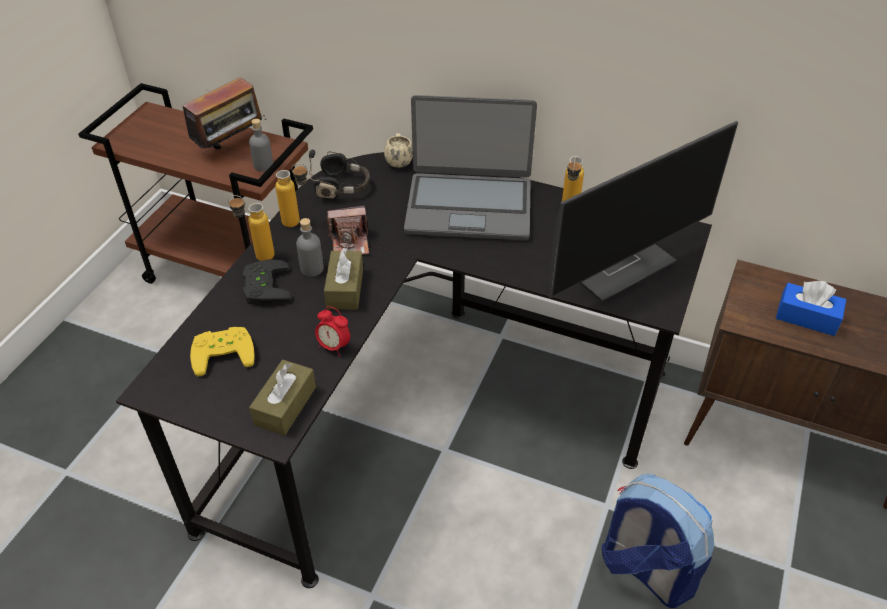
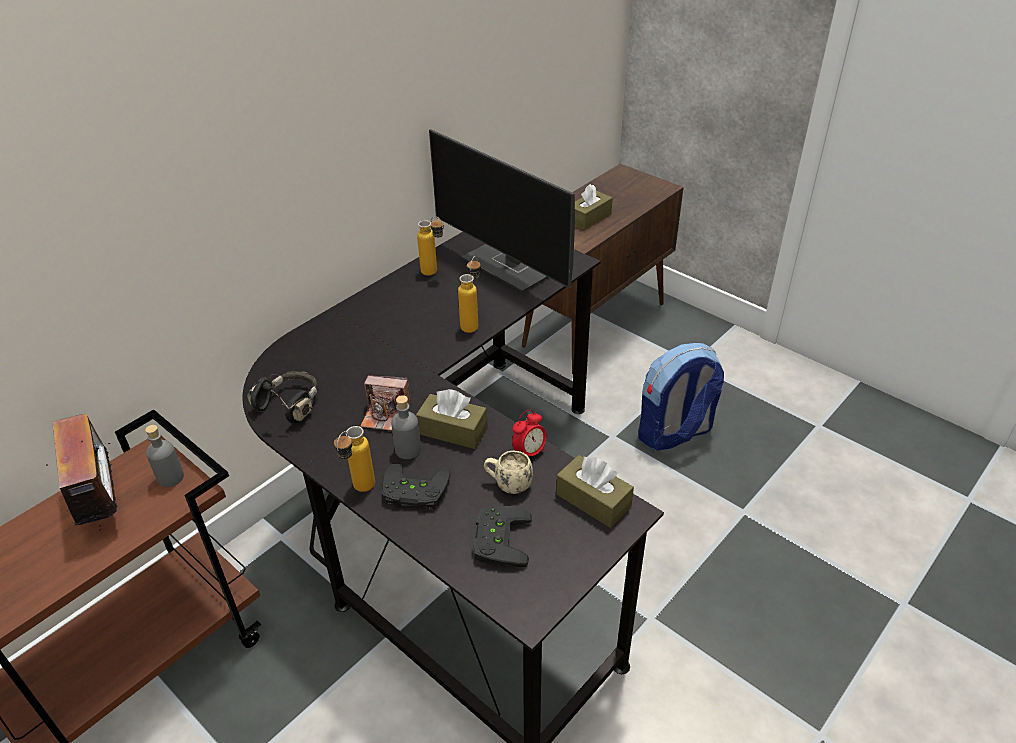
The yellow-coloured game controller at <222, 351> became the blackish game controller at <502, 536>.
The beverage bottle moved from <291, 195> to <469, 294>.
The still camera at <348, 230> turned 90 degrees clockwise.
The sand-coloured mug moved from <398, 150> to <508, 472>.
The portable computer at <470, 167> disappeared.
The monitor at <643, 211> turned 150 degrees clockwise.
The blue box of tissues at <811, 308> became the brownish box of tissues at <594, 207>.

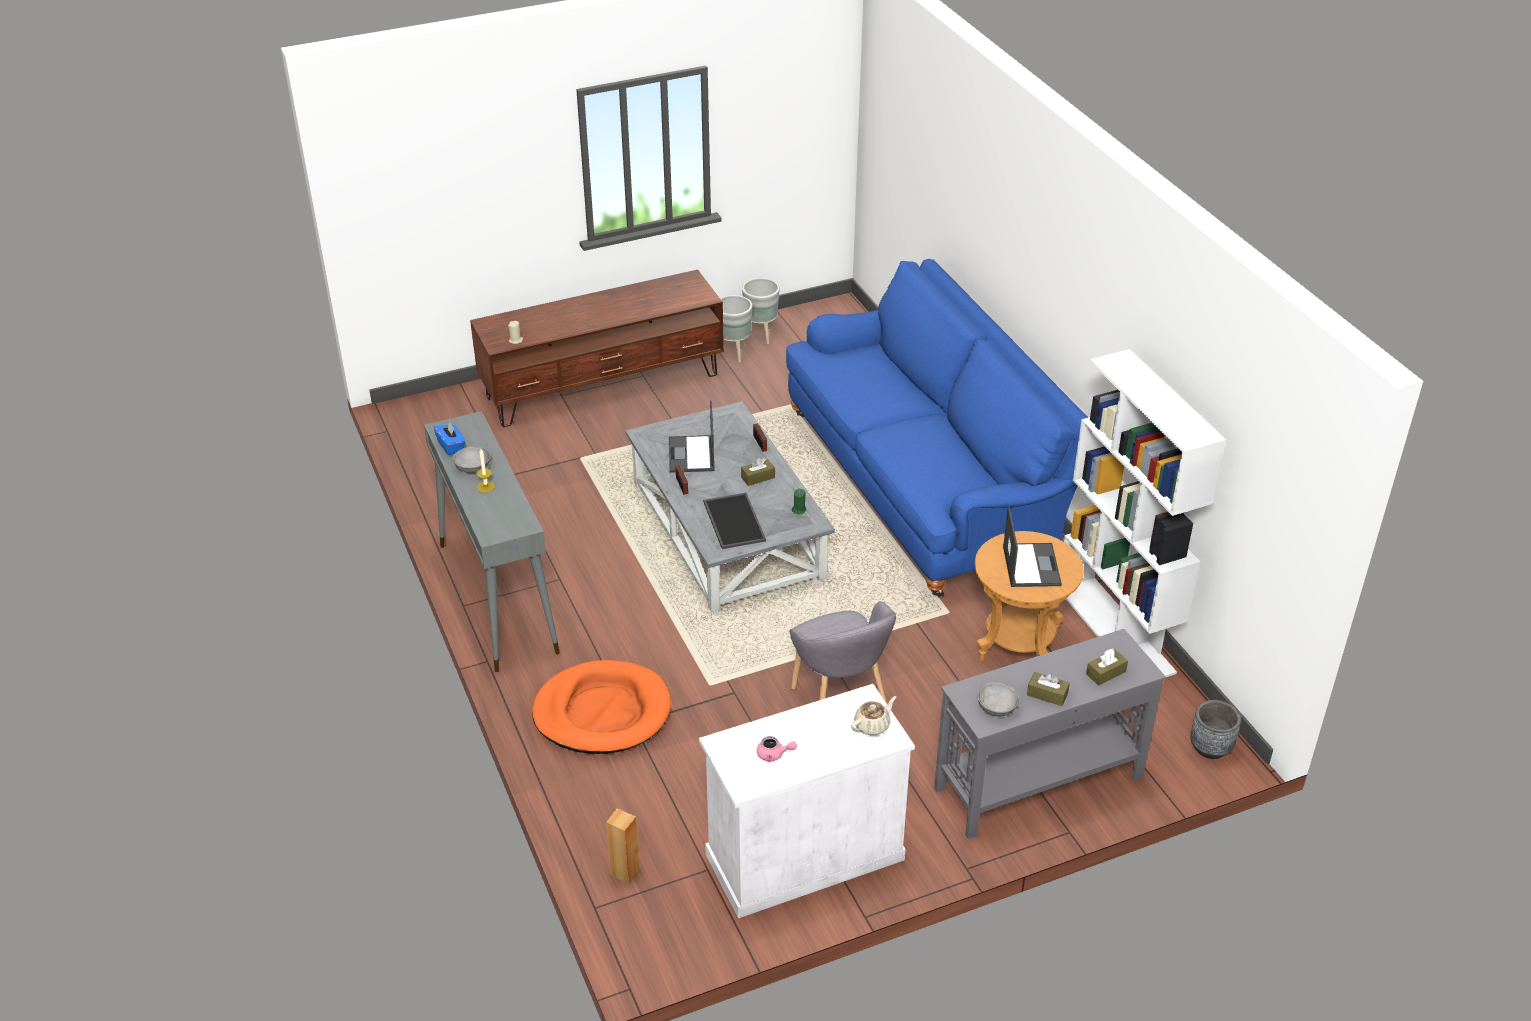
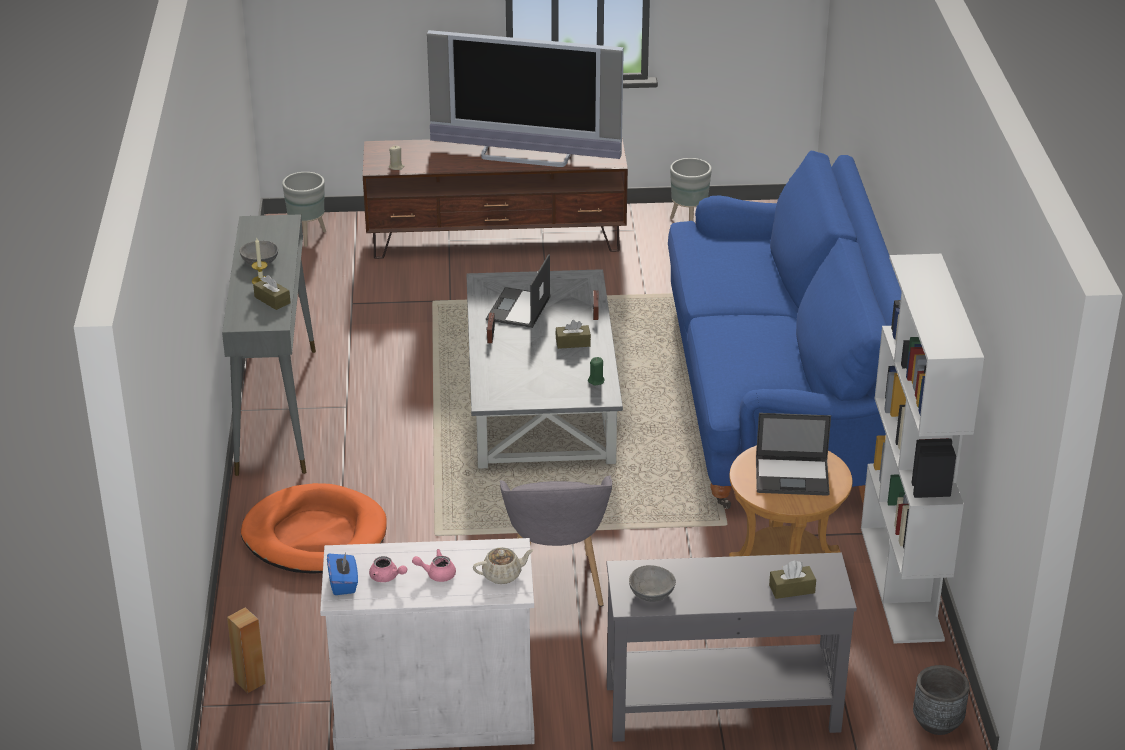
The blue box of tissues moved from <449, 438> to <342, 574>.
The carrying tray at <734, 521> disappeared.
The grey planter moved from <736, 329> to <304, 209>.
The portable computer at <1032, 547> turned 75 degrees clockwise.
The brownish box of tissues moved from <1048, 689> to <272, 292>.
The pink-coloured pot for tea at <434, 565> appeared.
The TV set at <525, 98> appeared.

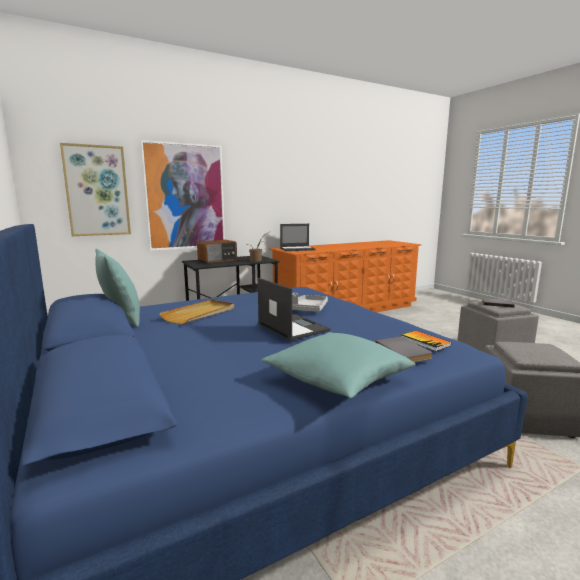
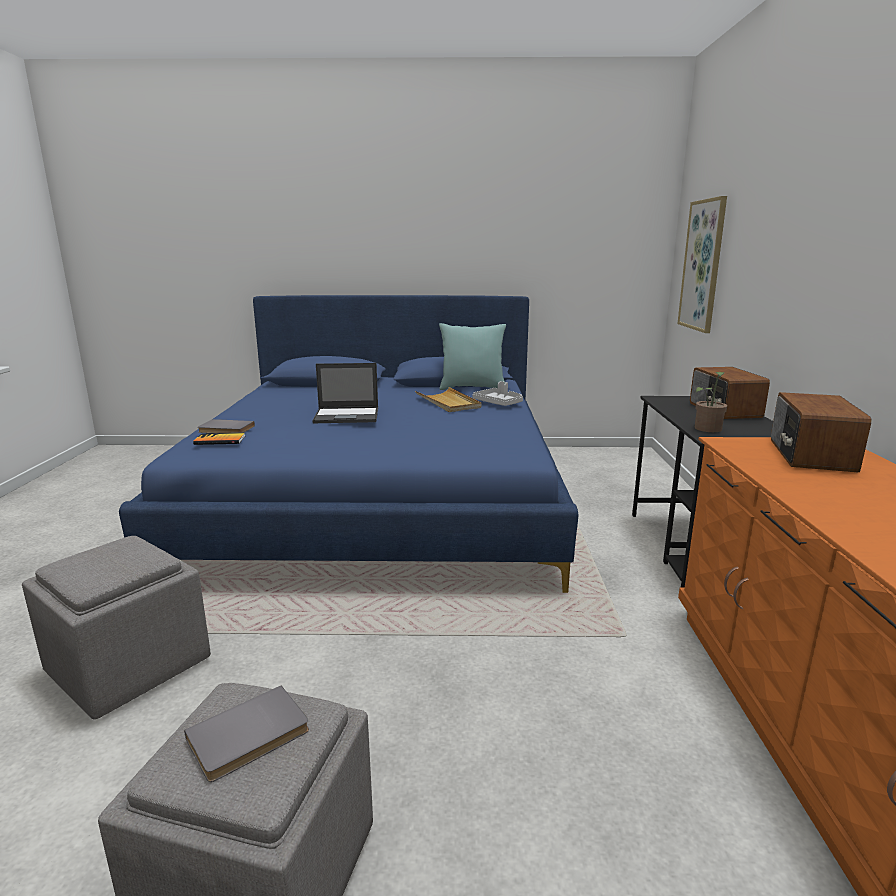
The picture at <182, 195> disappeared.
The blue-green throw pillow at <338, 365> disappeared.
The portable computer at <298, 237> was replaced by the radio receiver at <821, 432>.
The grey carrying tray moved from <310, 302> to <497, 393>.

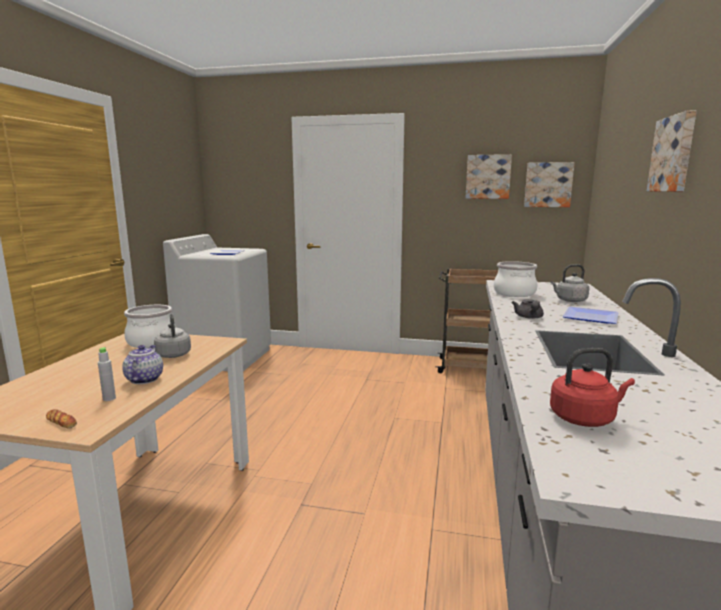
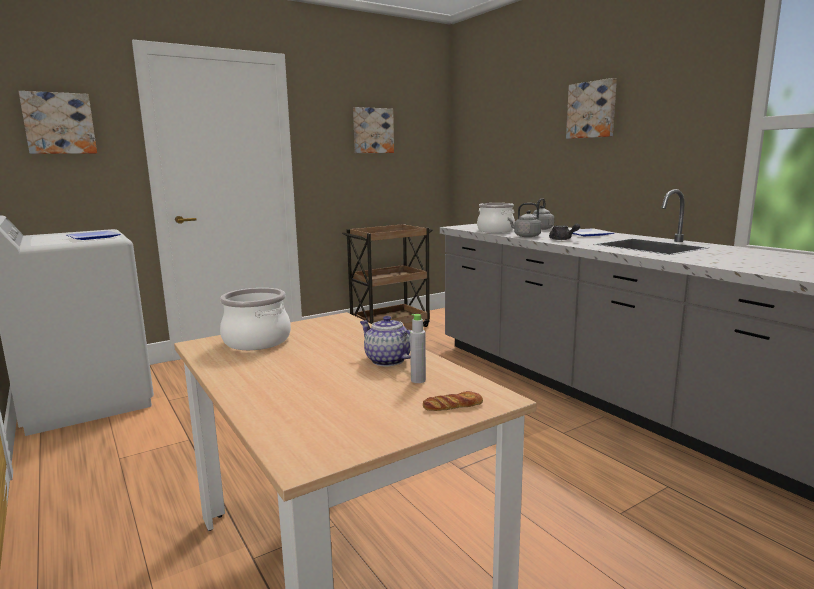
The grey tea kettle moved from <172, 336> to <525, 220>.
The picture moved from <549, 184> to <58, 122>.
The red-coloured tea kettle at <592, 387> disappeared.

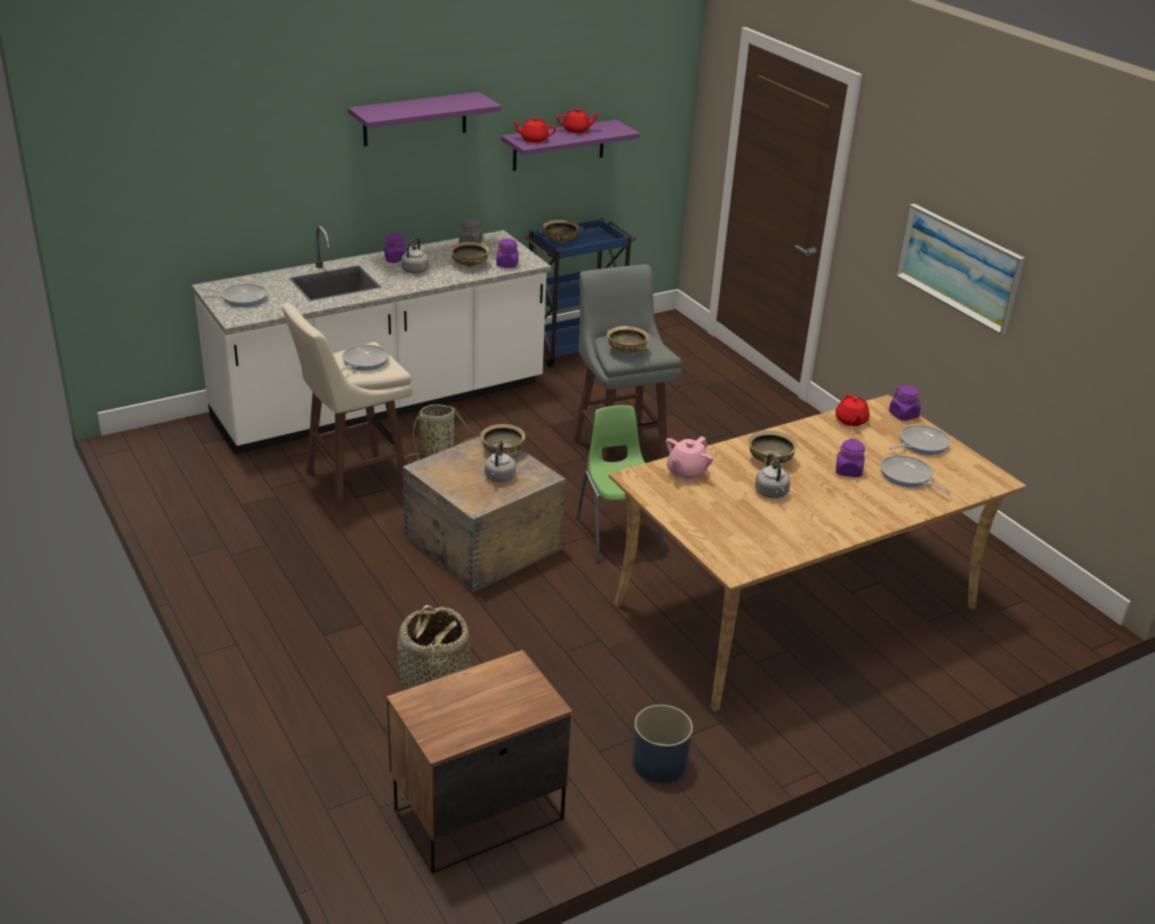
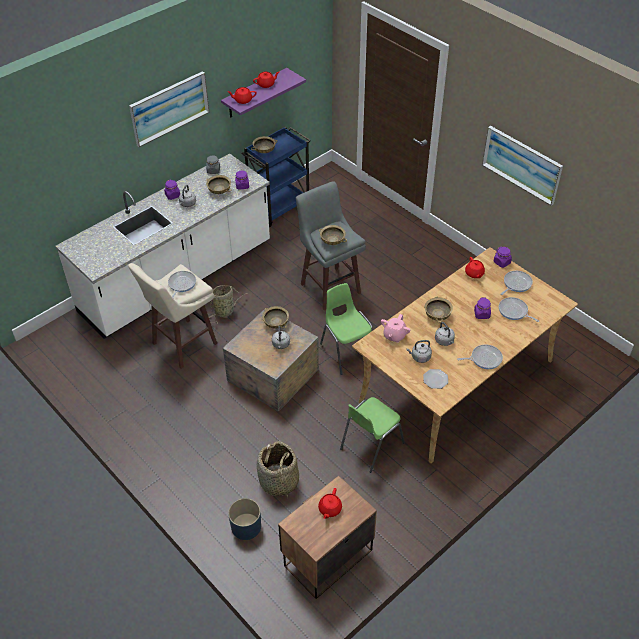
The frying pan moved from <233, 295> to <480, 356>.
The purple-coloured wall shelf at <424, 119> was replaced by the picture at <169, 109>.
The blue planter moved from <662, 744> to <244, 519>.
The red-coloured pot for tea at <330, 503> appeared.
The green upright chair at <372, 435> appeared.
The grey tea kettle at <419, 351> appeared.
The dinner plate at <435, 379> appeared.

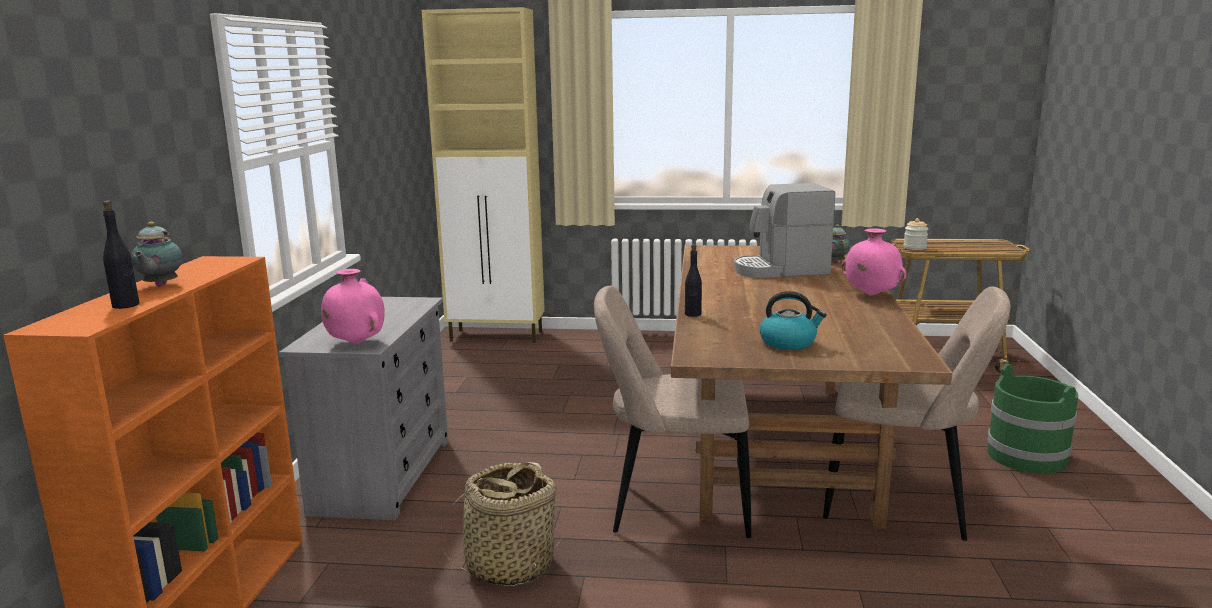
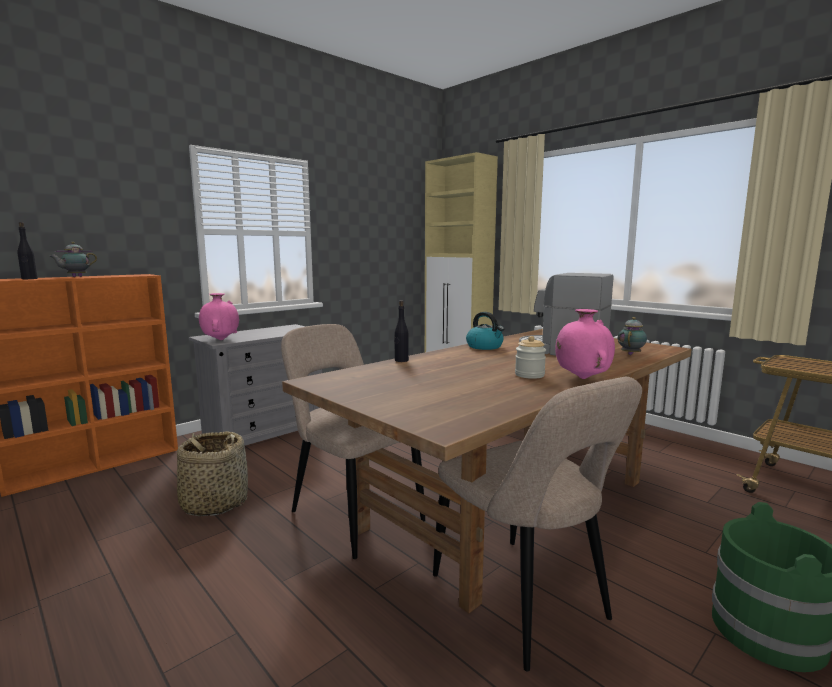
The tea kettle moved from <793, 320> to <485, 331>.
The preserve jar moved from <916, 234> to <530, 357>.

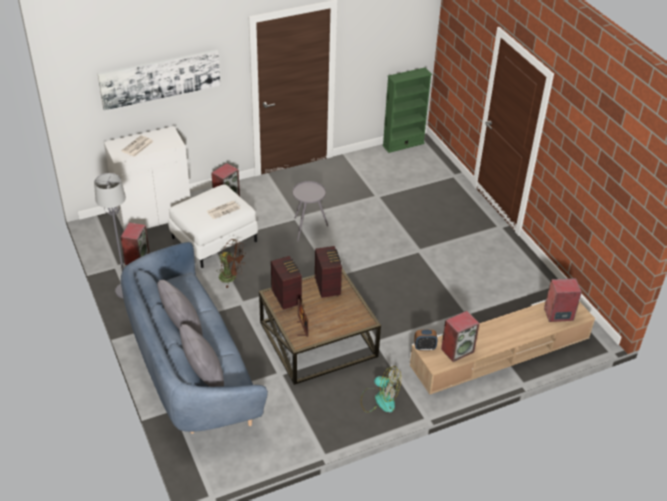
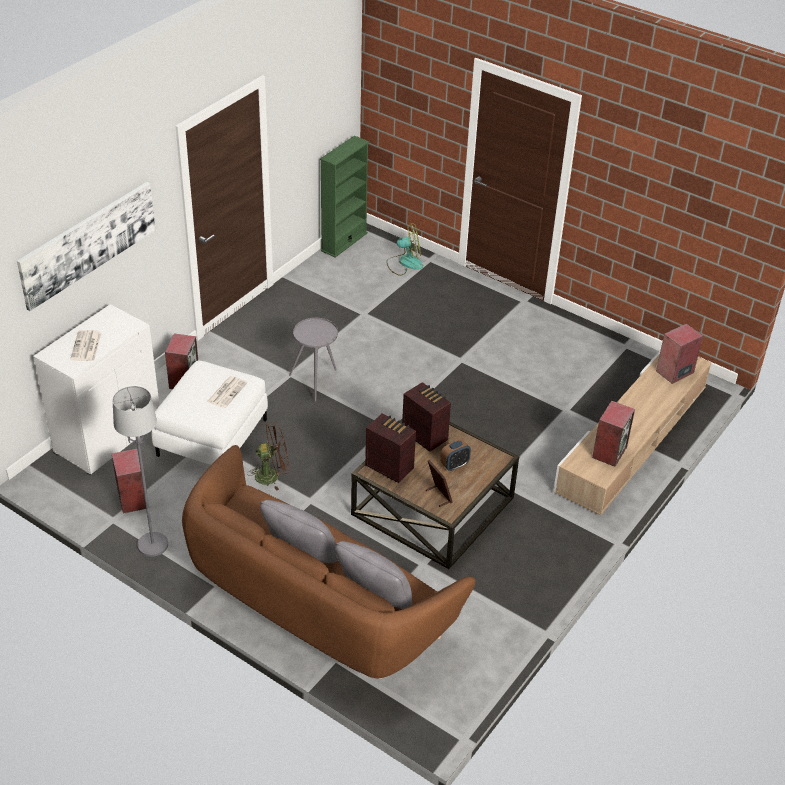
The blue couch at <194, 338> became the brownish couch at <329, 562>.
The cooling fan moved from <381, 389> to <404, 249>.
The bedside clock moved from <426, 340> to <455, 455>.

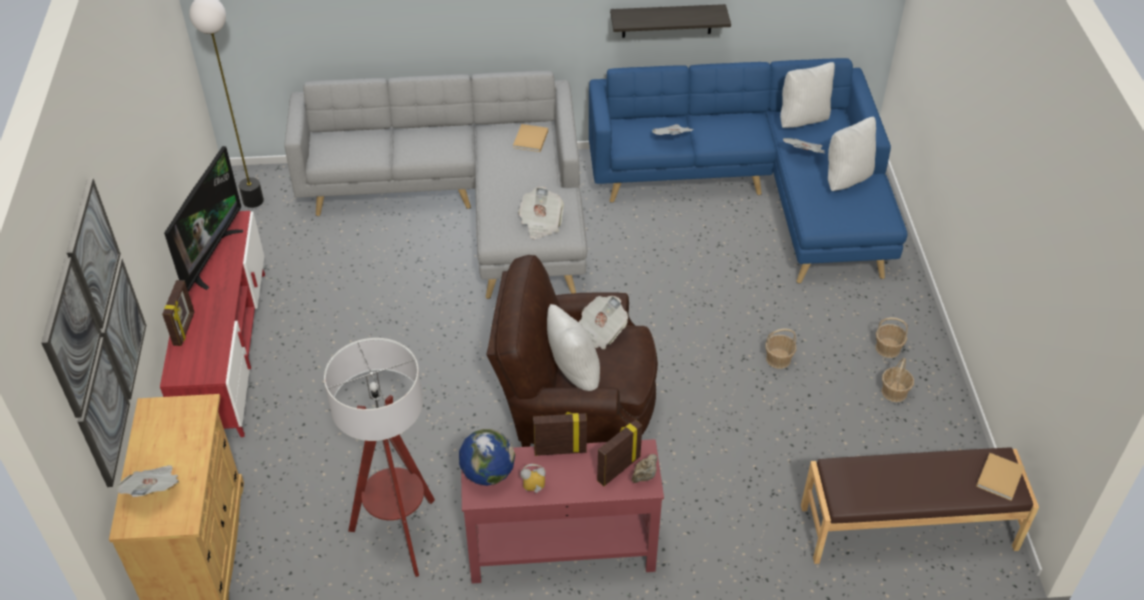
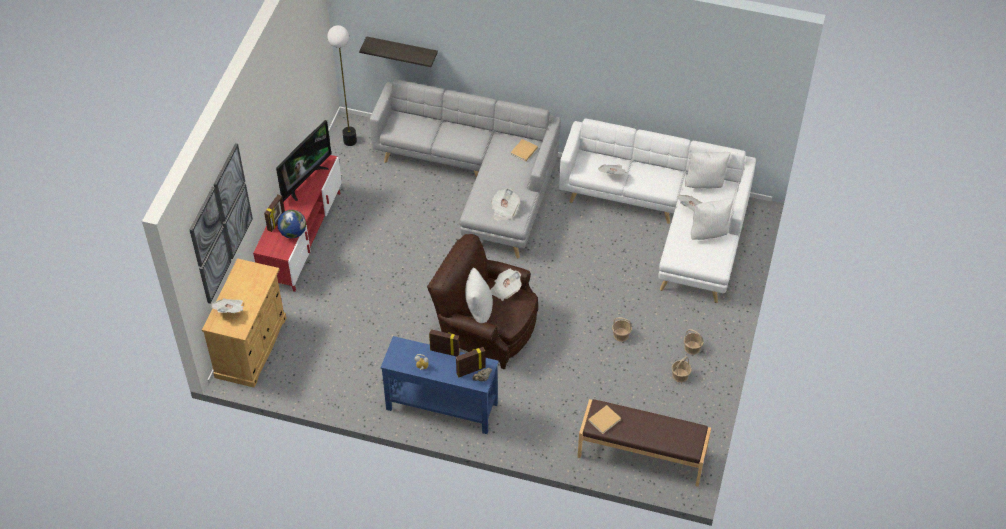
The floor lamp at <379, 457> disappeared.
The globe moved from <487, 457> to <291, 224>.
The red-coloured narrow table at <562, 511> became the blue narrow table at <439, 385>.
The blue couch at <748, 170> became the white couch at <657, 211>.
The wall shelf moved from <670, 21> to <398, 51>.
The sand-coloured volume moved from <1000, 477> to <604, 419>.

